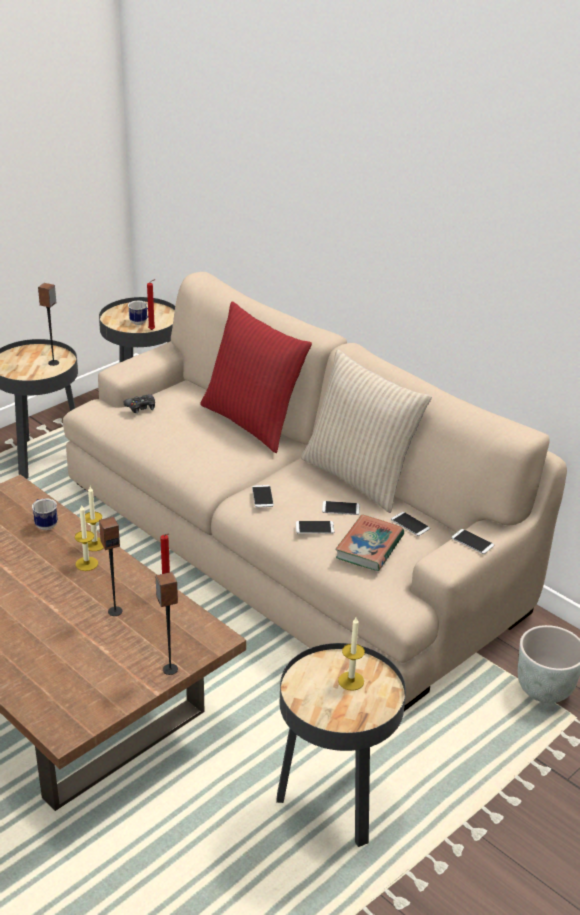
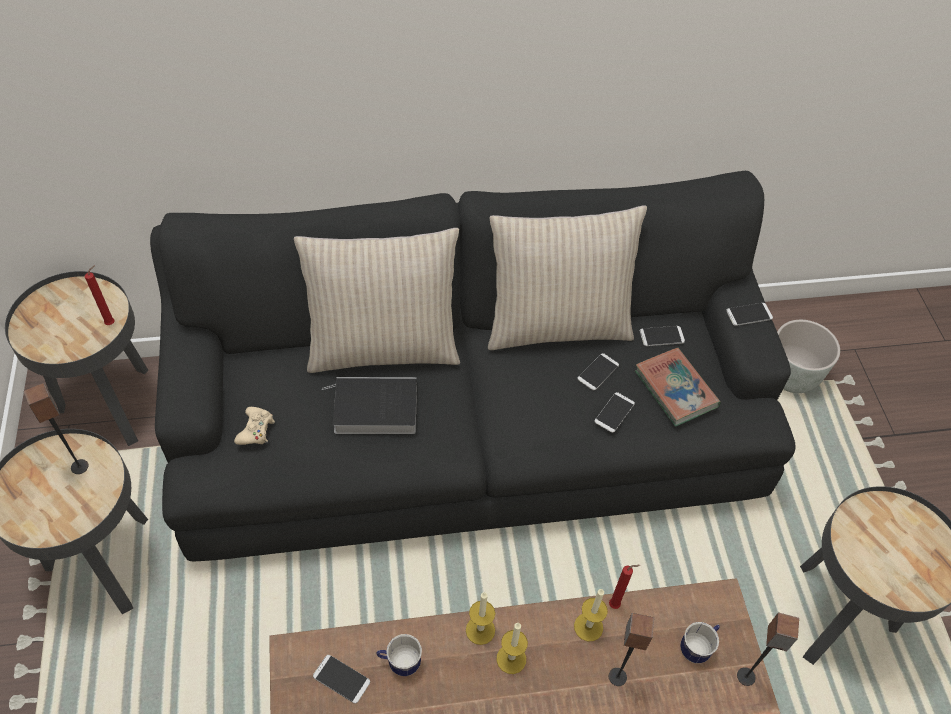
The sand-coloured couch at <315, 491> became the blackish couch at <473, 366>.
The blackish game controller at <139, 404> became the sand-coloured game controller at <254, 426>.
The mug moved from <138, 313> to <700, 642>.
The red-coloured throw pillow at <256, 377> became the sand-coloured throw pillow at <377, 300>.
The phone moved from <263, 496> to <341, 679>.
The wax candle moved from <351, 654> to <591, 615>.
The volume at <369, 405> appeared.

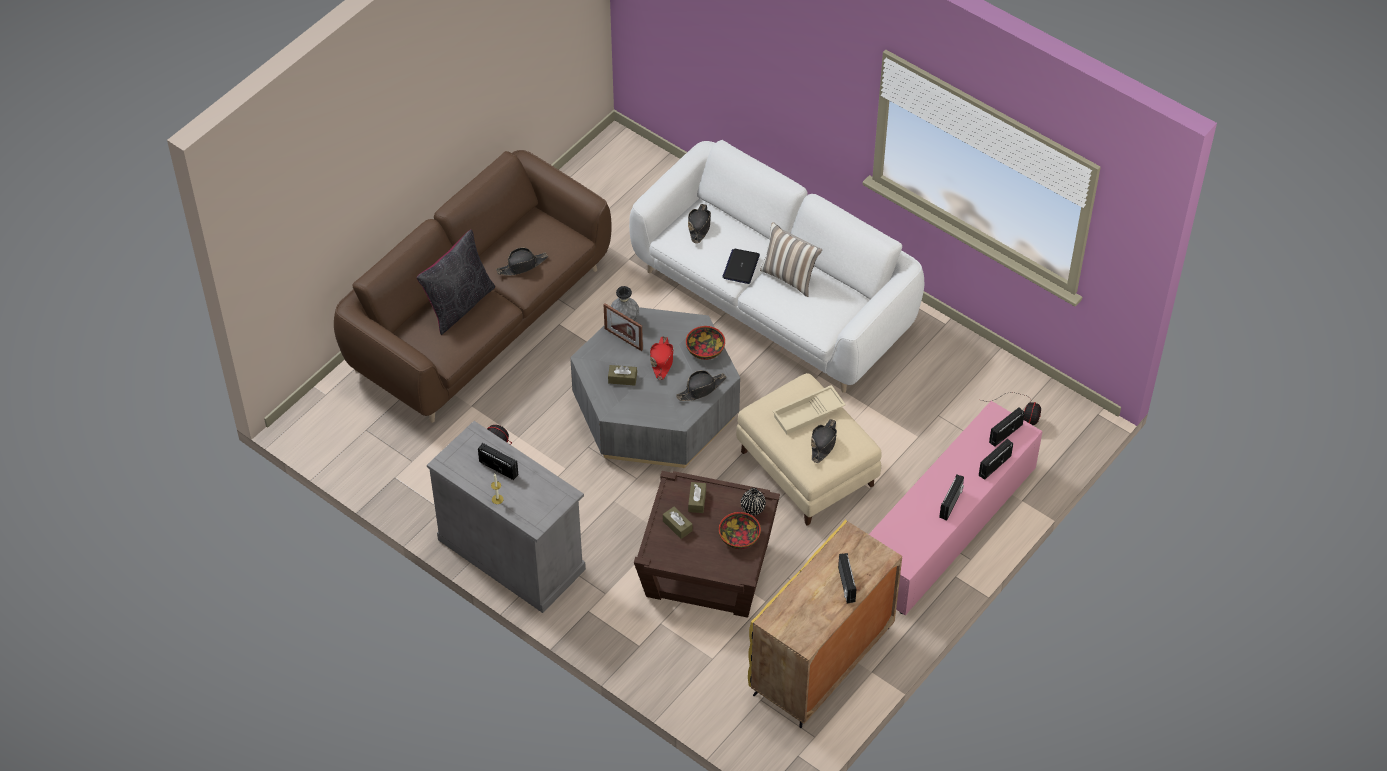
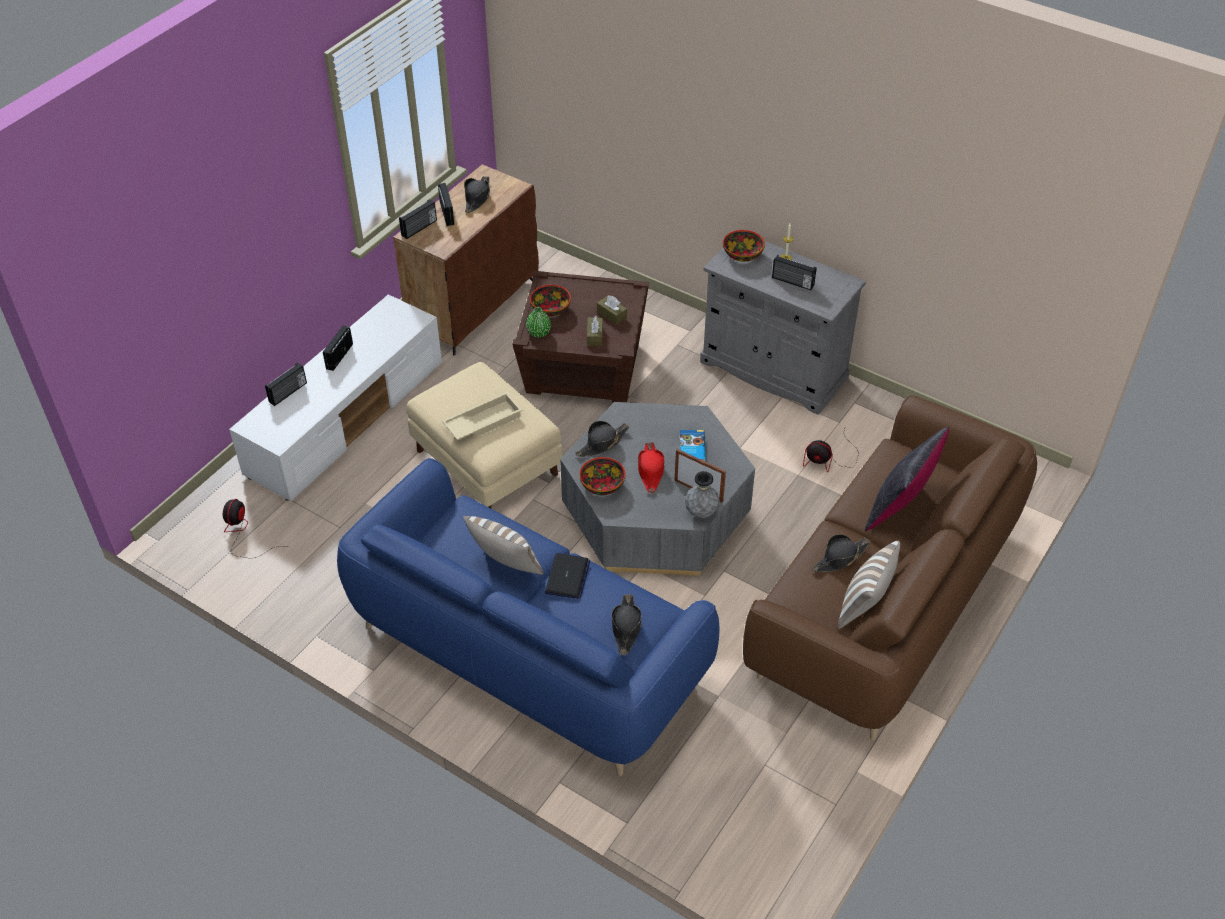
The brownish box of tissues at <622, 375> was replaced by the volume at <693, 446>.
The white couch at <776, 266> became the blue couch at <528, 617>.
The blackish vase at <753, 501> became the green vase at <538, 322>.
The yellow-coloured cabinet at <825, 624> became the brownish cabinet at <466, 259>.
The blackish wearable hat moved from <824, 441> to <477, 194>.
The pink-coloured media console at <956, 508> became the white media console at <335, 397>.
The radio receiver moved from <1007, 427> to <418, 219>.
The serving bowl at <744, 246> appeared.
The throw pillow at <869, 585> appeared.

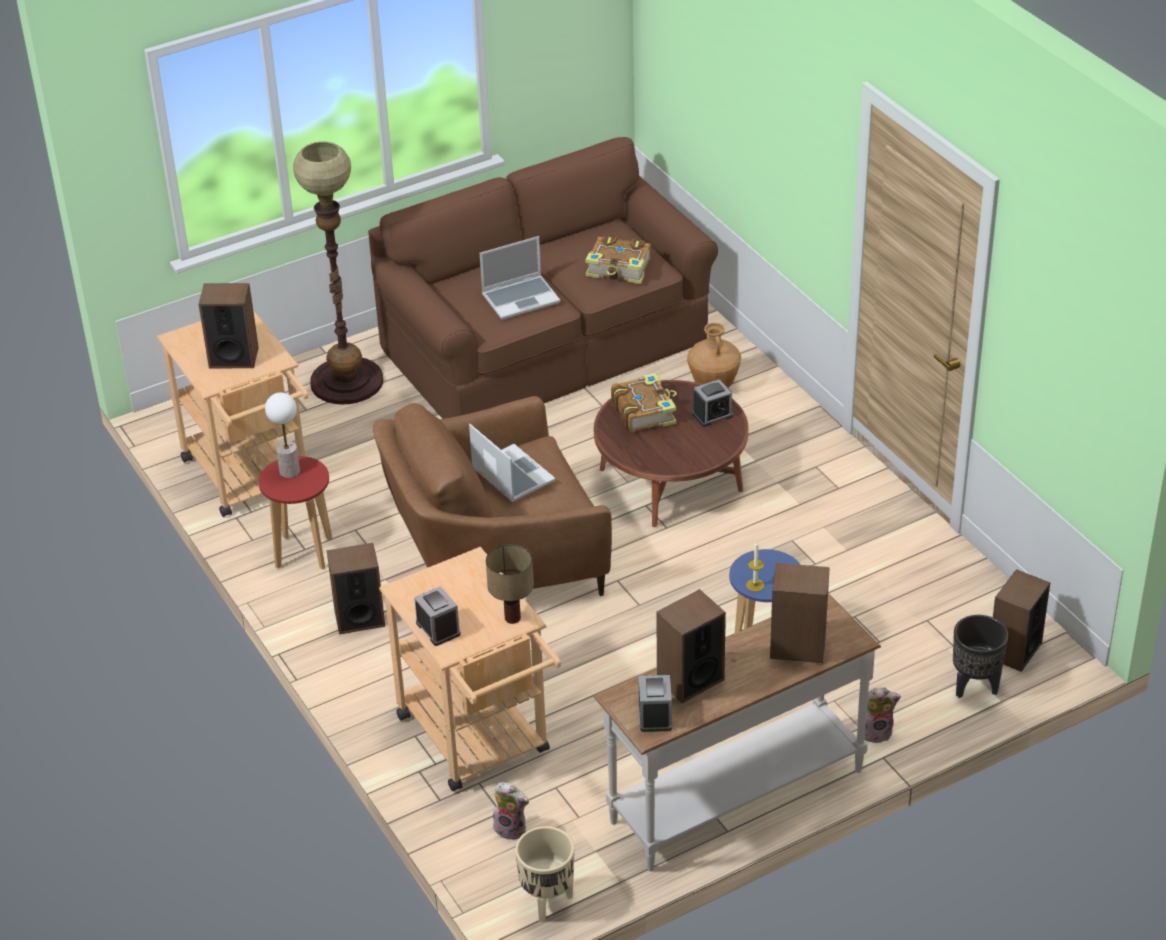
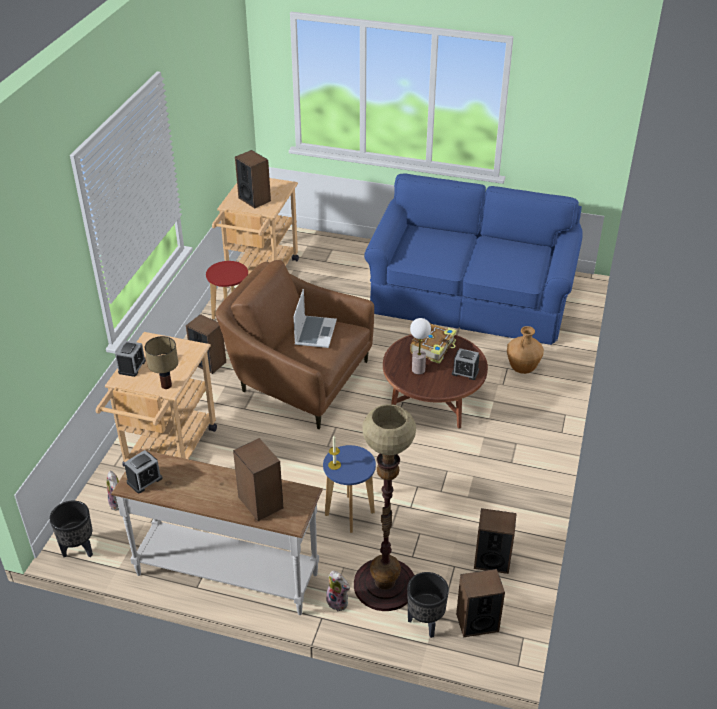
The lamp for a table moved from <282, 435> to <420, 346>.
The floor lamp moved from <338, 273> to <385, 507>.
The brownish couch at <543, 278> became the blue couch at <473, 259>.
The portable computer at <520, 278> disappeared.
The sand-coloured planter at <544, 874> became the blackish planter at <71, 529>.
The volume at <618, 260> disappeared.
The loudspeaker moved from <691, 646> to <495, 541>.

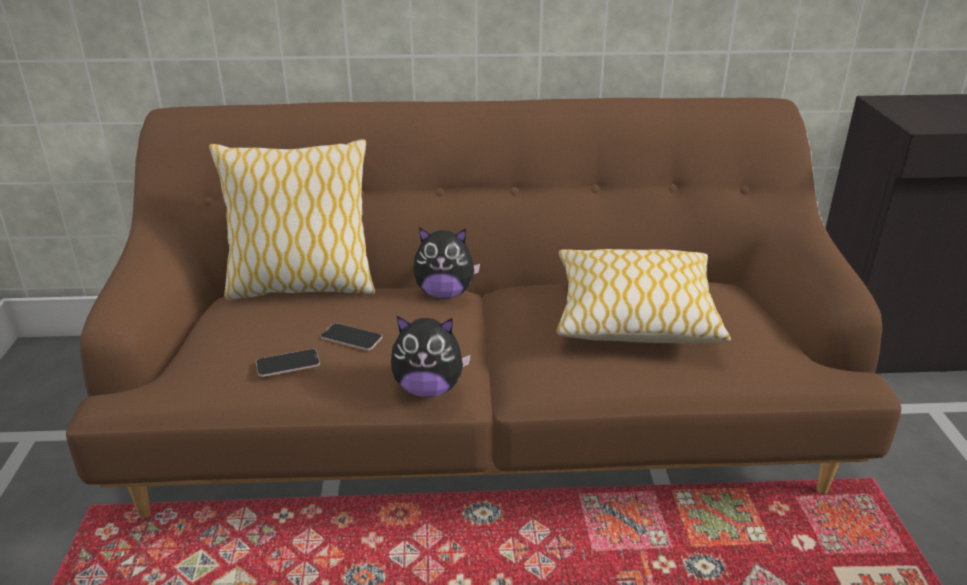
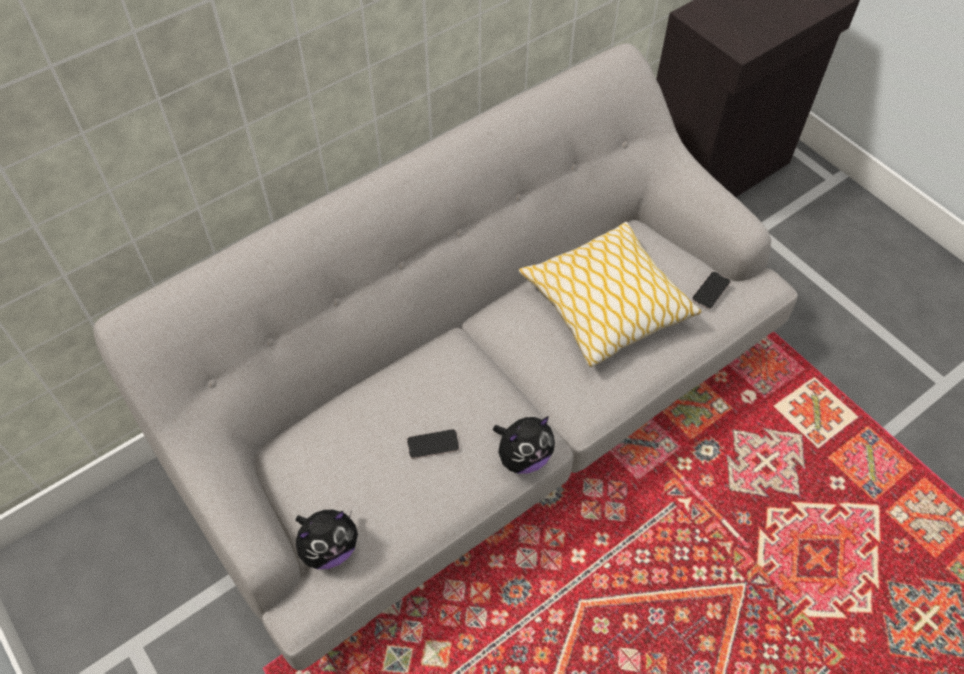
The brownish couch at <483, 308> became the grey couch at <445, 357>.
The throw pillow at <292, 219> disappeared.
The phone moved from <288, 363> to <711, 290>.
The plush toy moved from <446, 263> to <326, 539>.

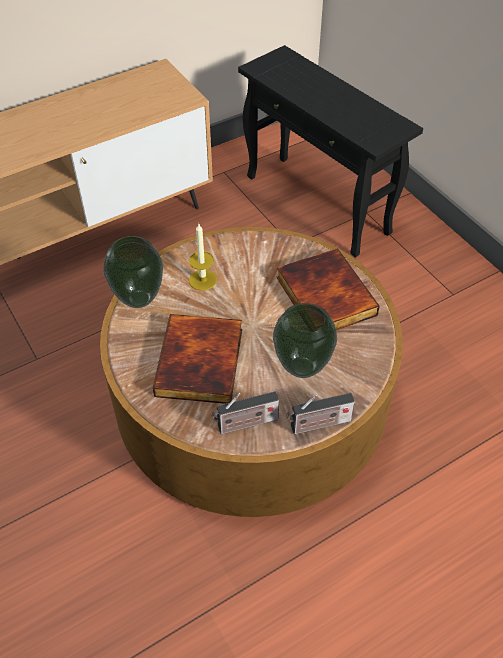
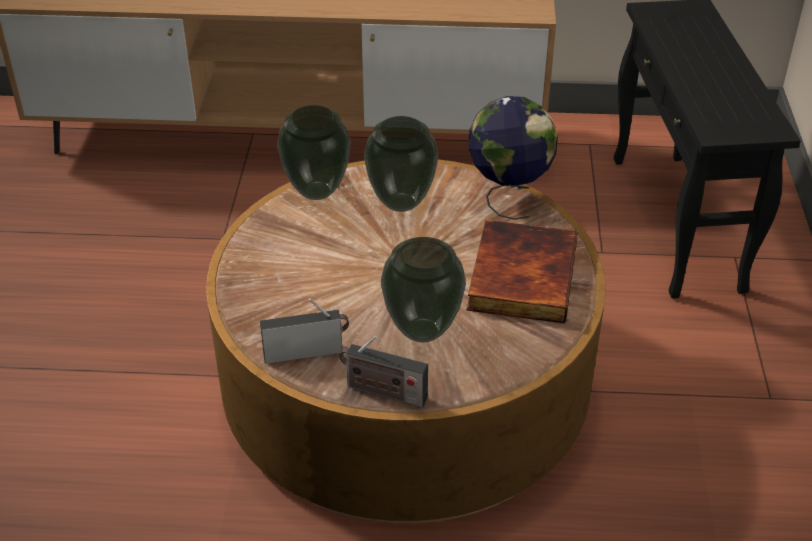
The volume at <197, 359> disappeared.
The wax candle at <203, 257> was replaced by the vase at <401, 164>.
The radio receiver at <245, 412> turned 150 degrees clockwise.
The globe at <513, 158> appeared.

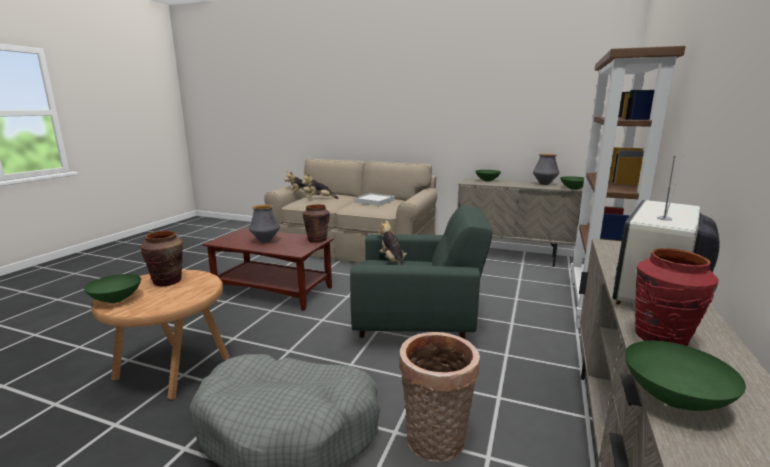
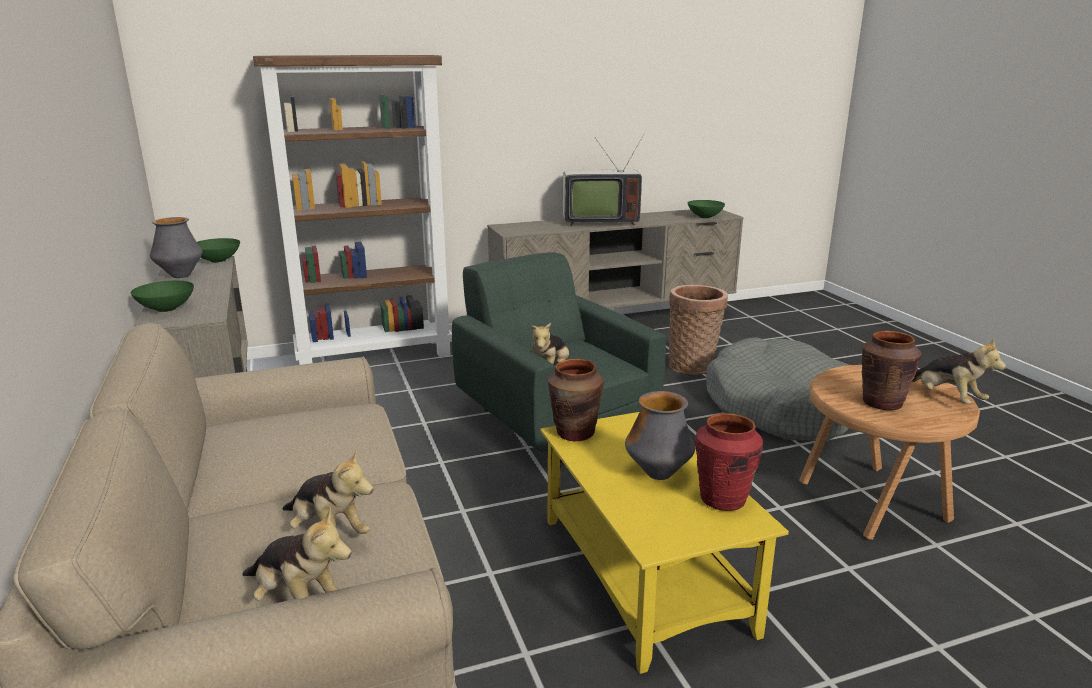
The green serving bowl at <112, 288> was replaced by the plush toy at <959, 371>.
The brownish lounge table at <268, 269> became the yellow-coloured lounge table at <664, 543>.
The white carrying tray at <374, 199> disappeared.
The red-coloured vase moved from <677, 297> to <729, 462>.

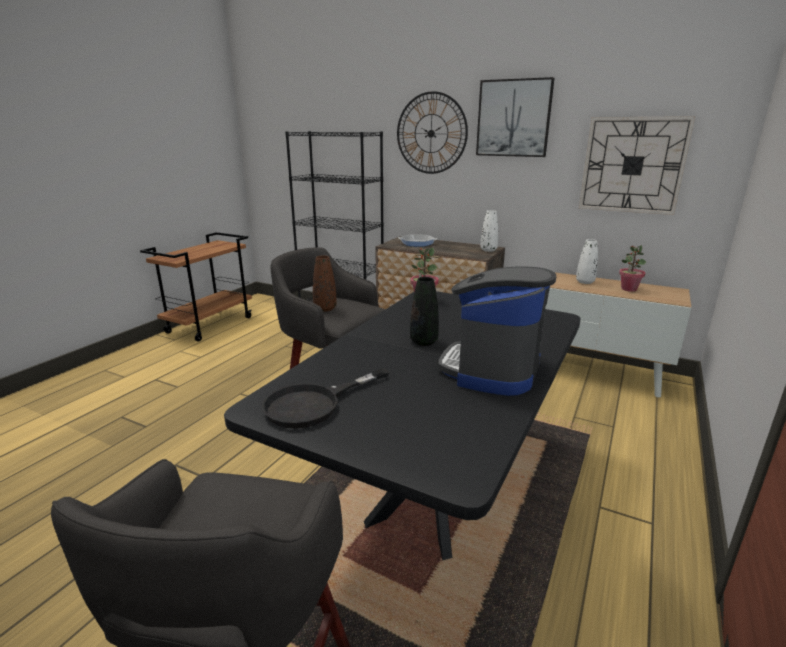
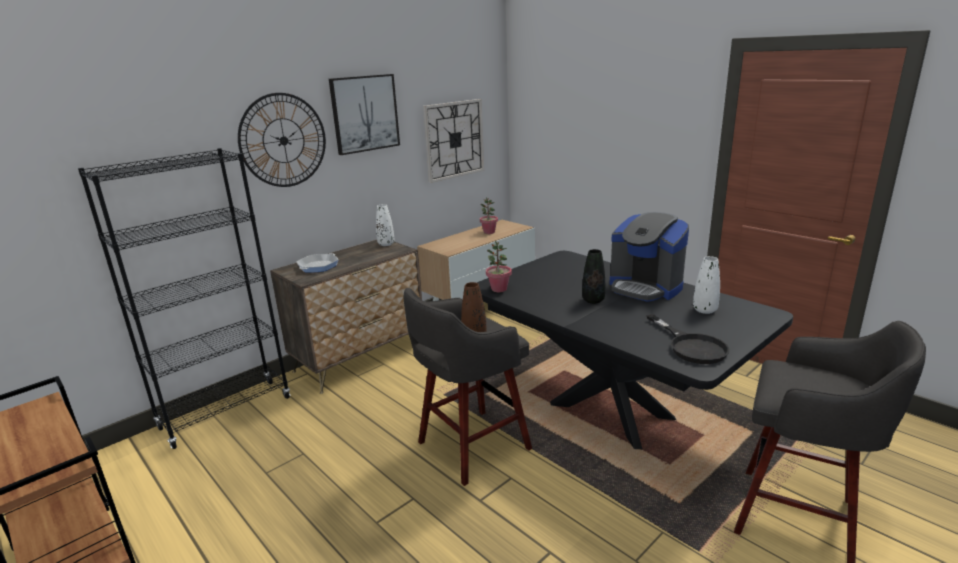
The white vase moved from <587, 261> to <706, 285>.

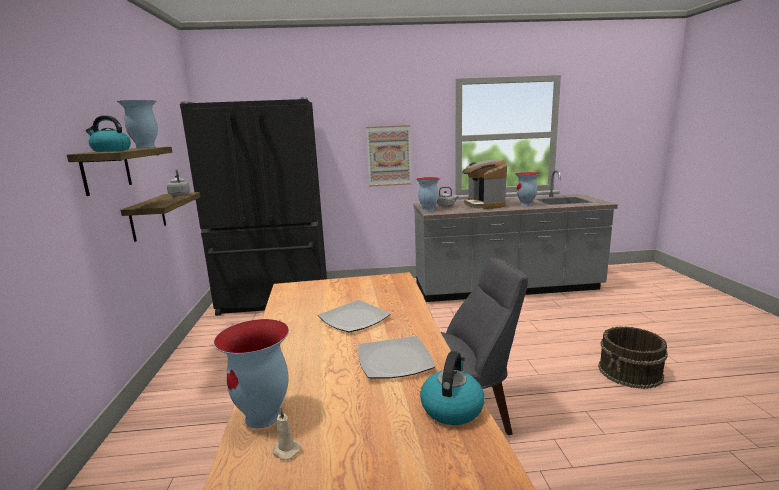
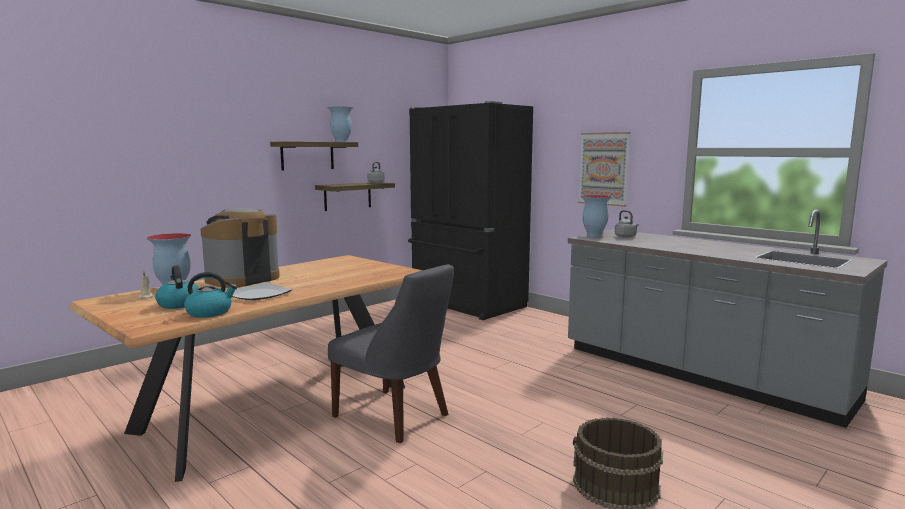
The tea kettle moved from <108, 133> to <177, 287>.
The dinner plate at <354, 316> disappeared.
The coffee brewer moved from <484, 184> to <240, 248>.
The vase at <527, 189> disappeared.

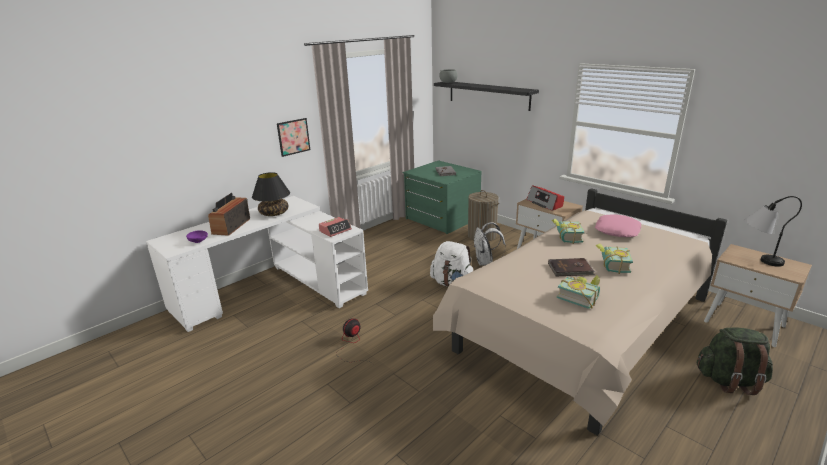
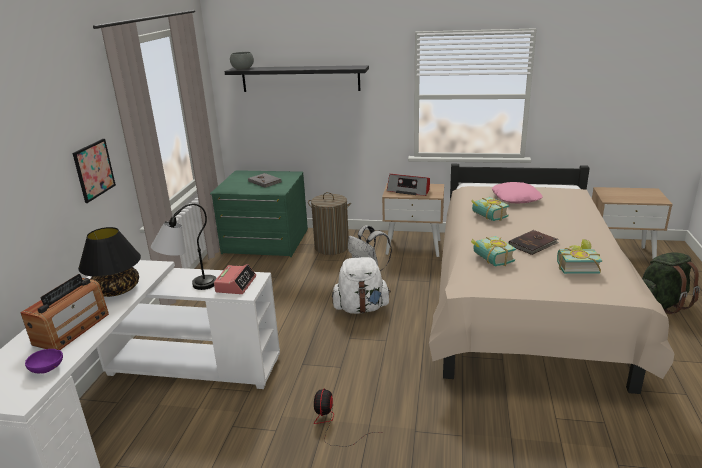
The radio receiver at <229, 214> turned 135 degrees counterclockwise.
The volume moved from <614, 258> to <493, 251>.
The lamp for a table moved from <773, 231> to <184, 247>.

